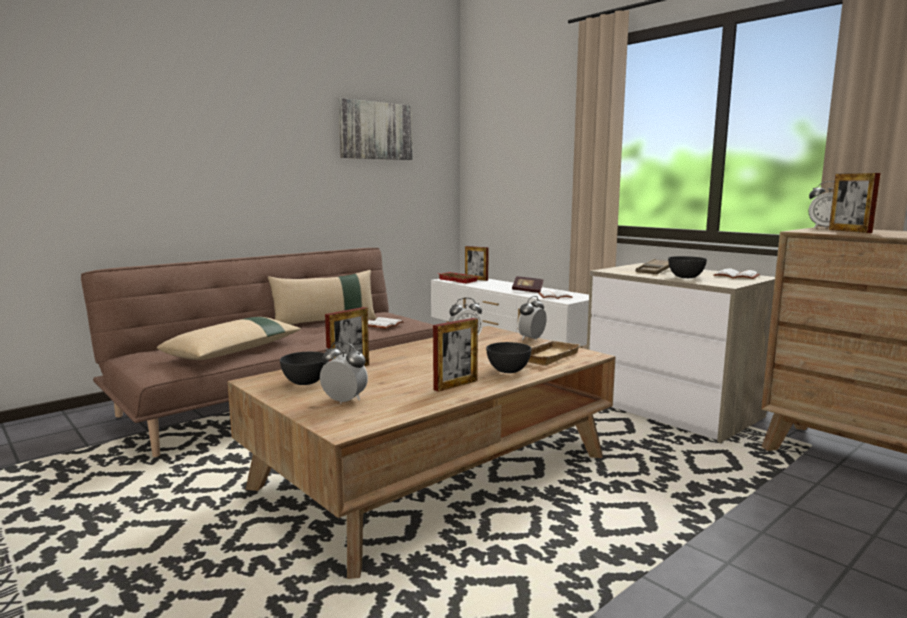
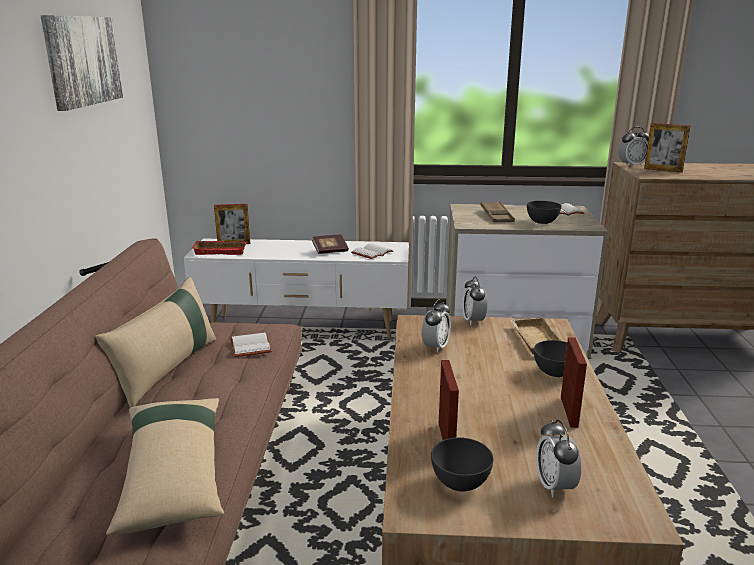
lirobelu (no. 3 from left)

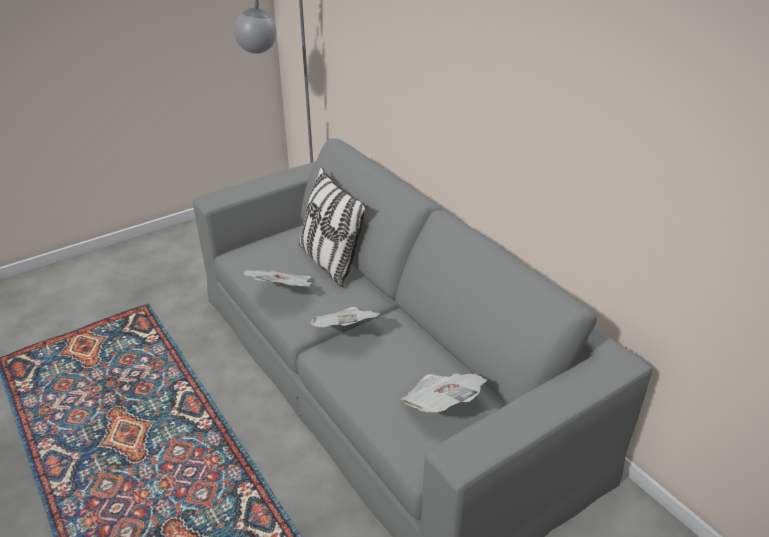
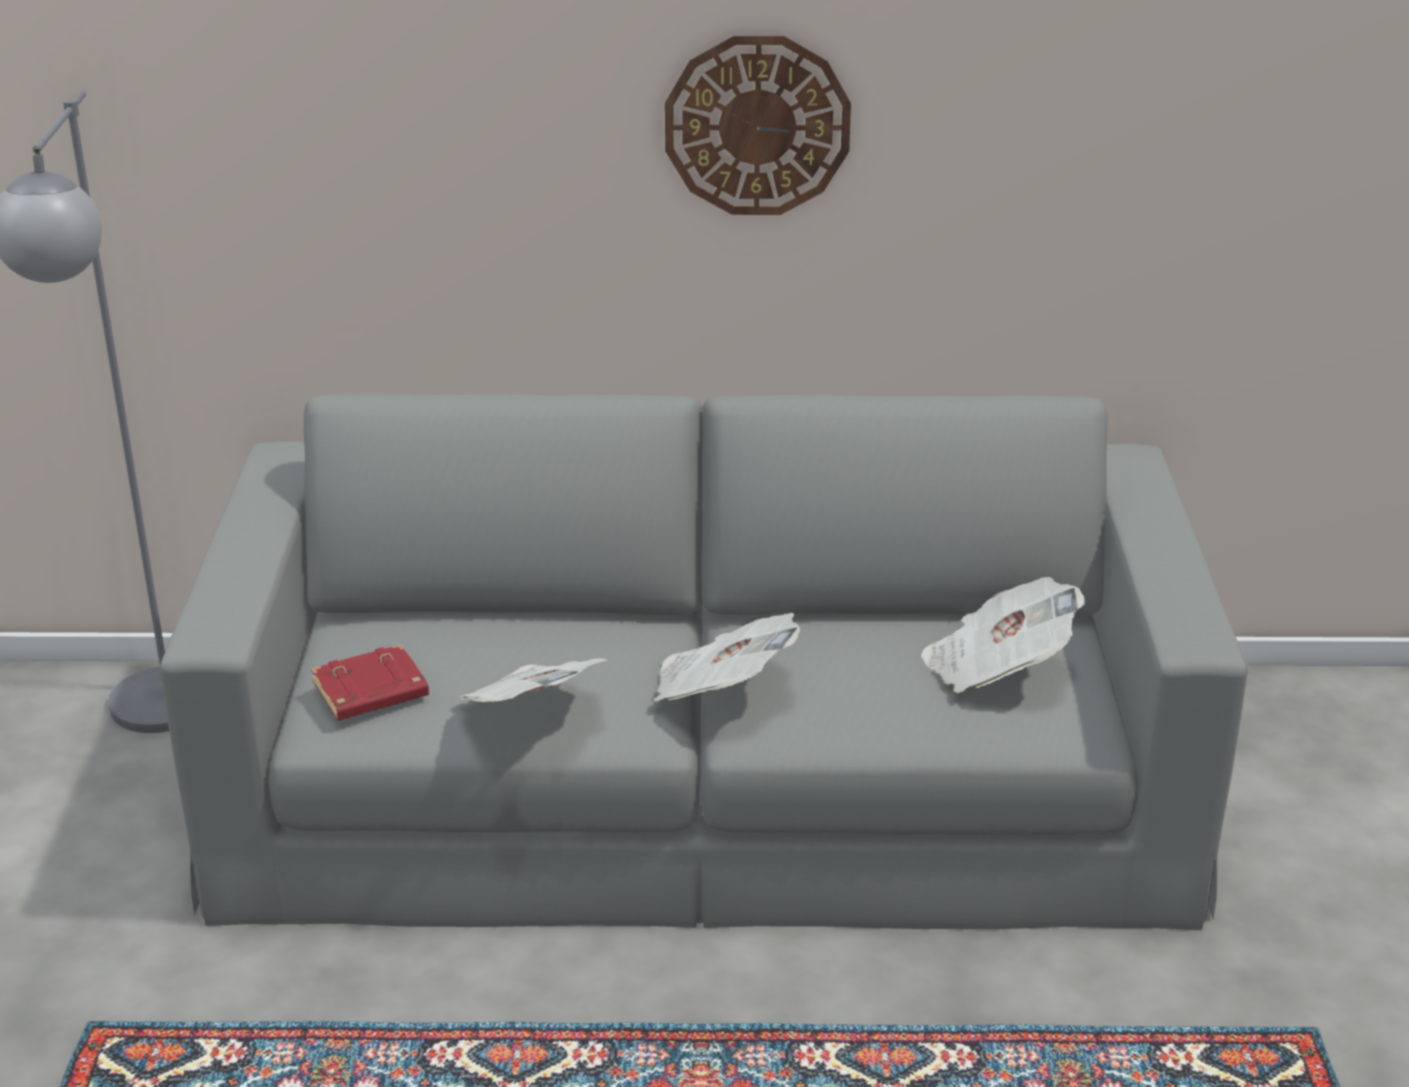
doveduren
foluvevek
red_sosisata

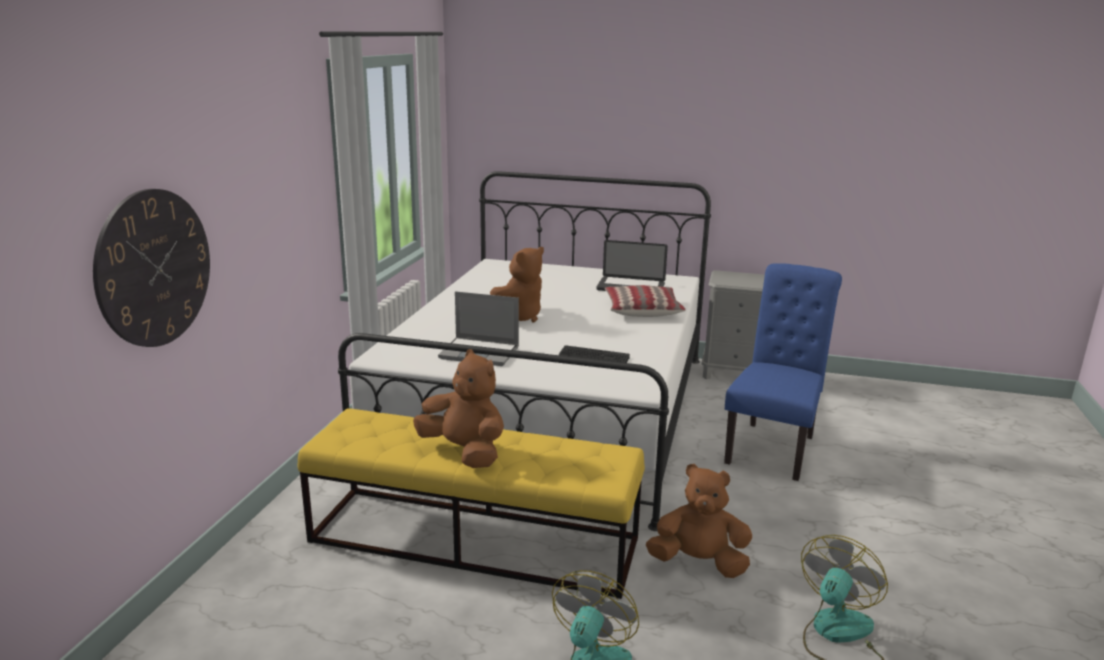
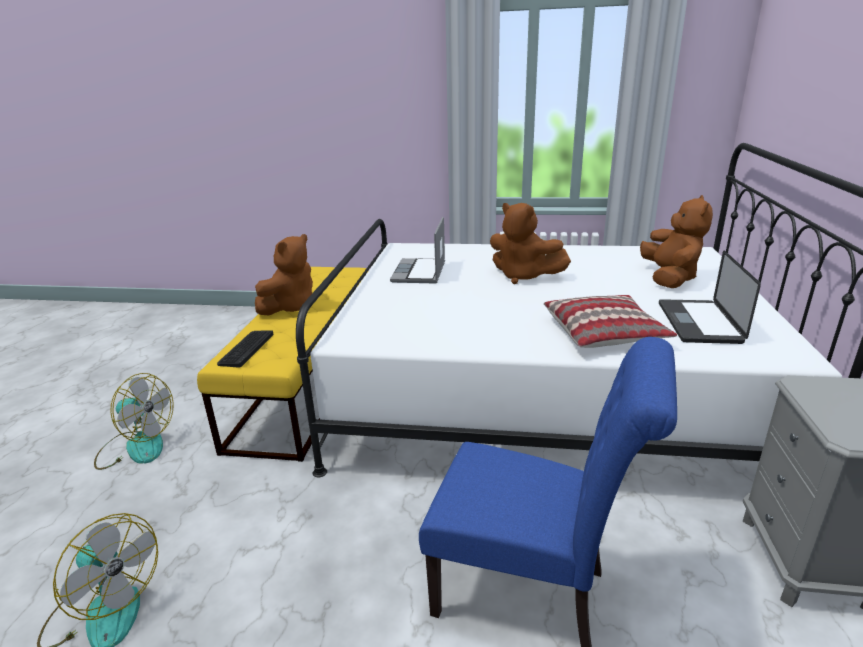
foluvevek
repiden
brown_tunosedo (no. 3 from left)

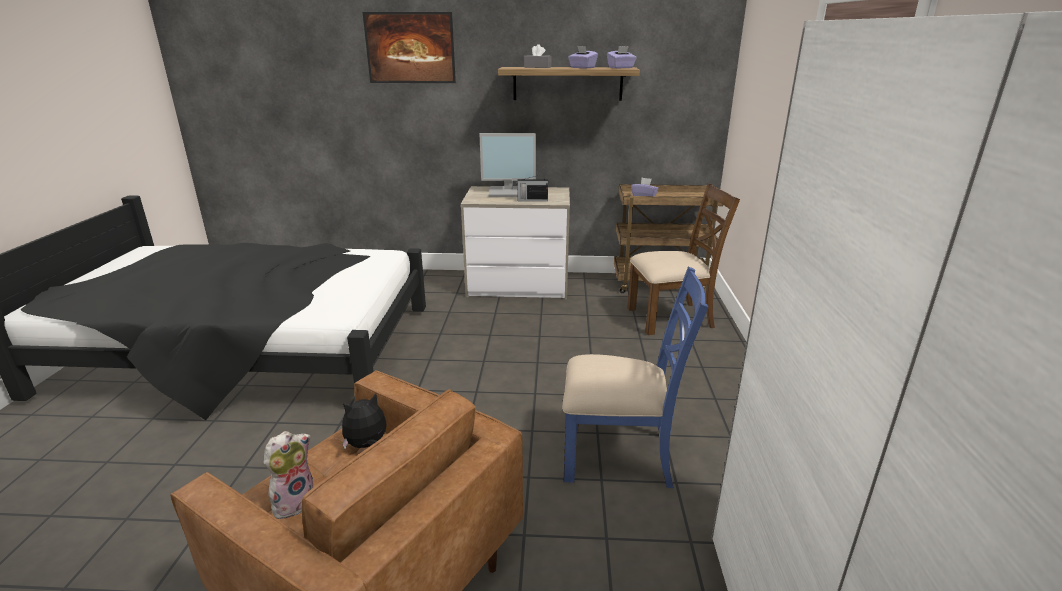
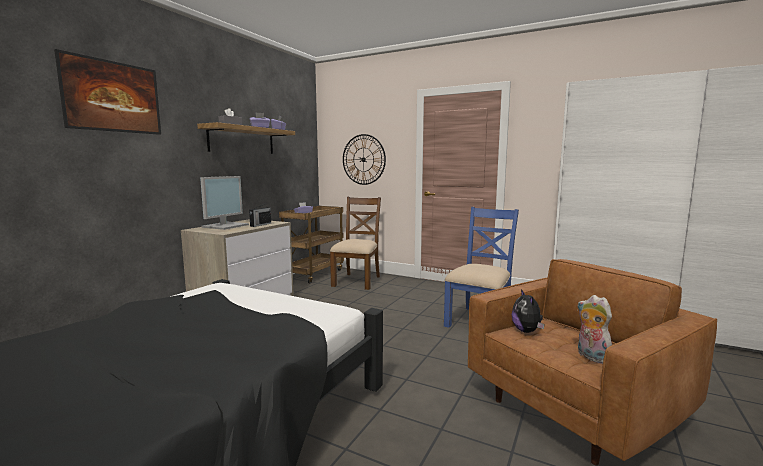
foluvevek

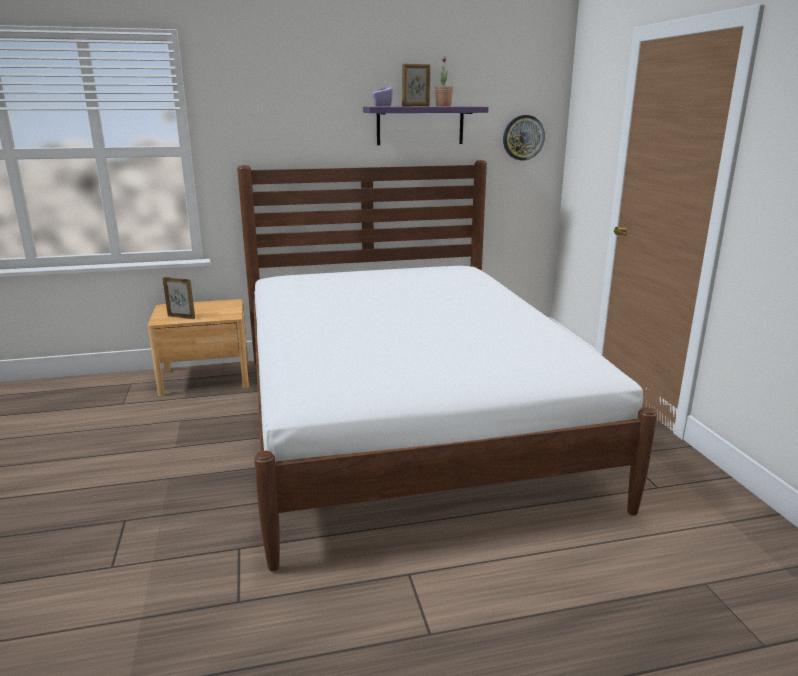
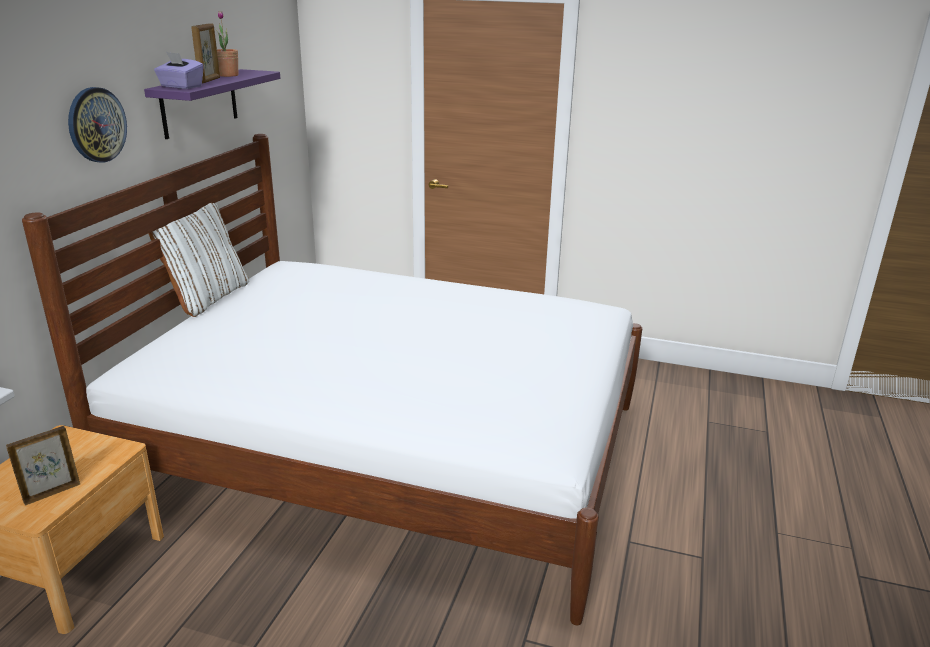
foluvevek
white_doveduren

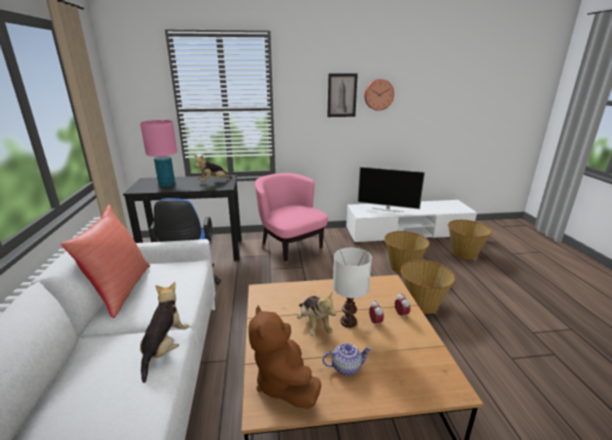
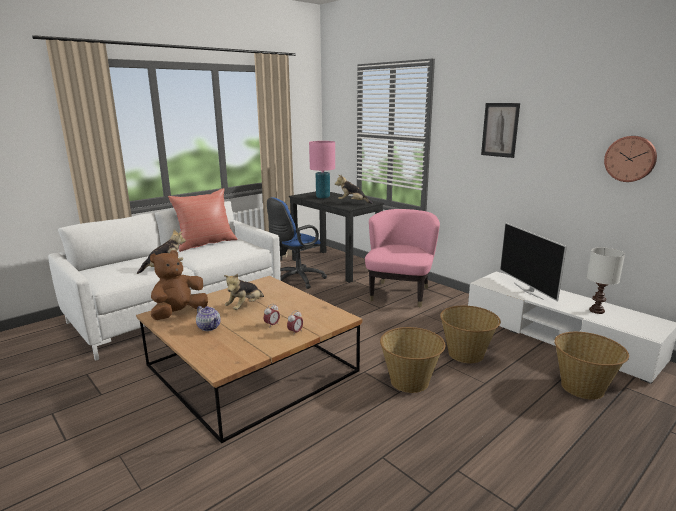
foluvevek
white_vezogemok

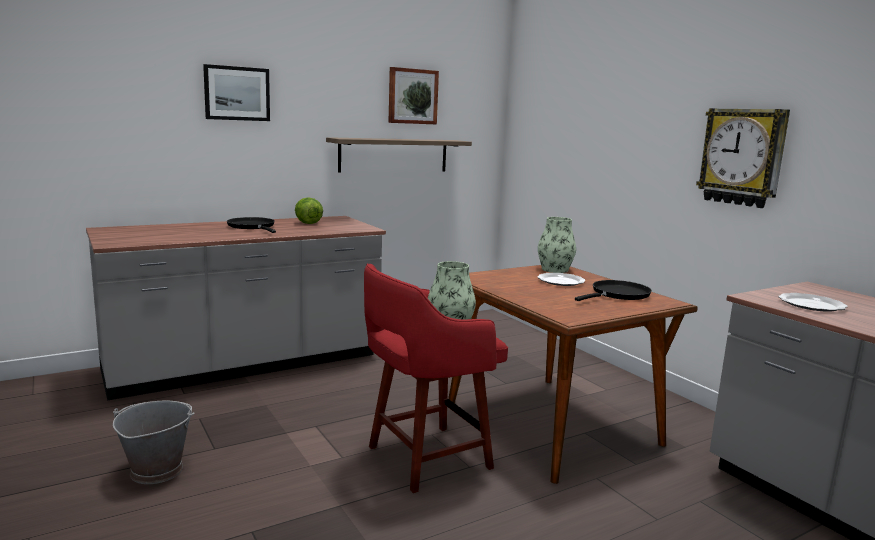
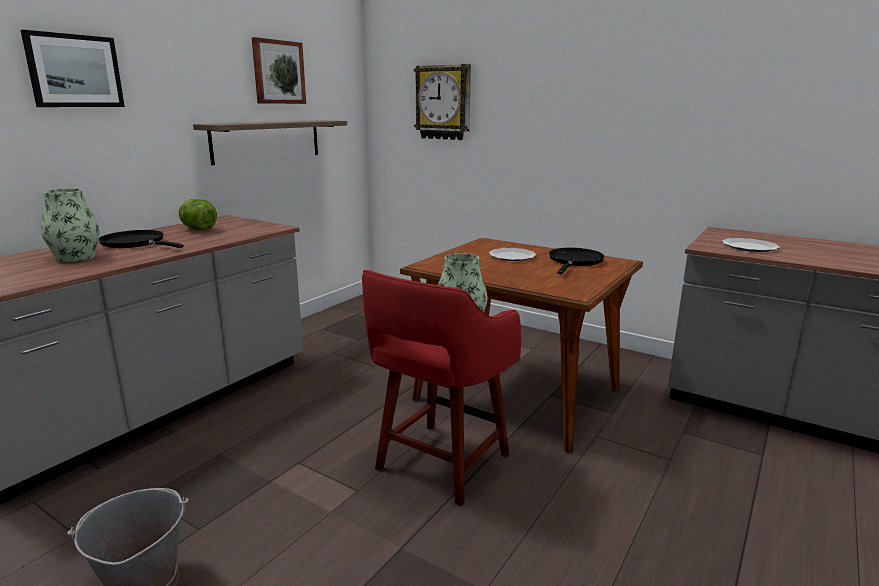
foluvevek
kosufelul (no. 1 from left)

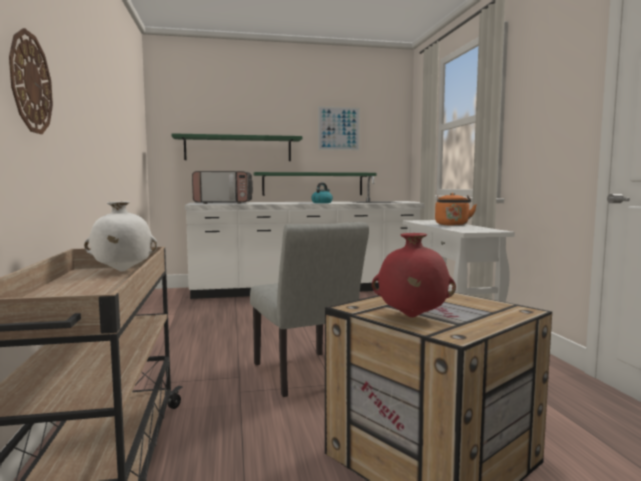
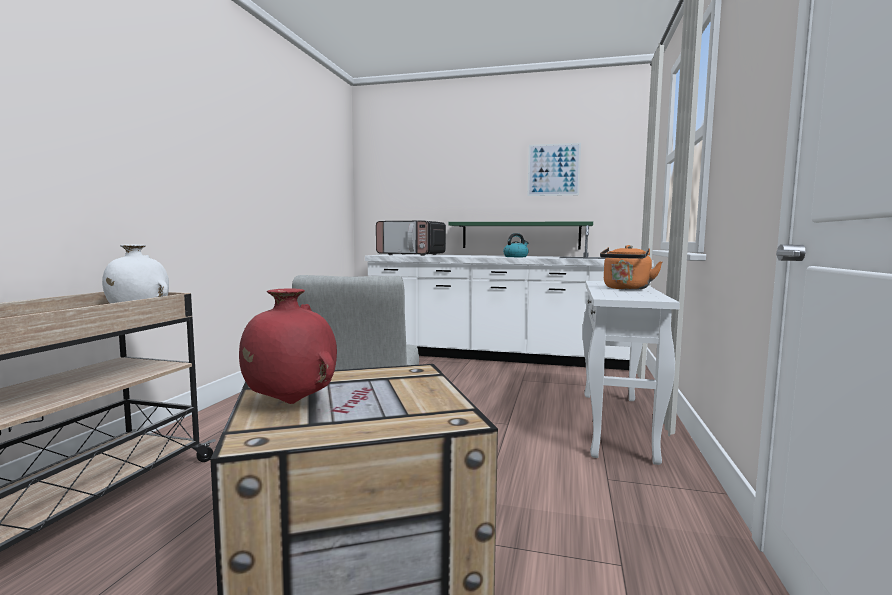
foluvevek
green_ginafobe (no. 1 from left in the first image)

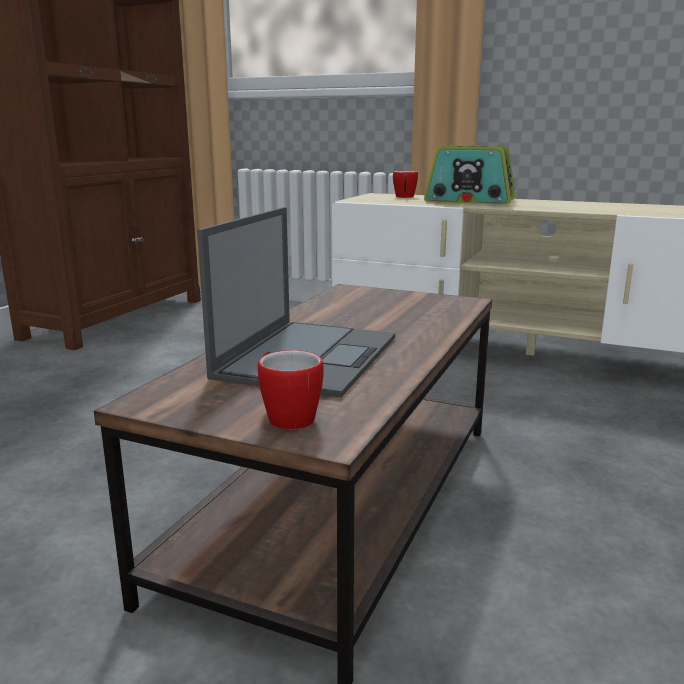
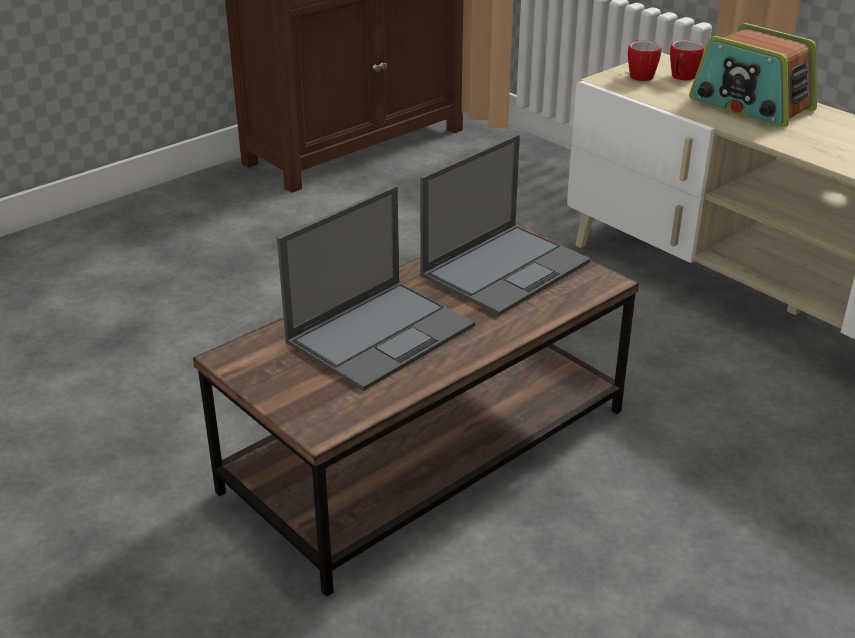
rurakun (no. 1 from left)
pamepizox (no. 2 from left)

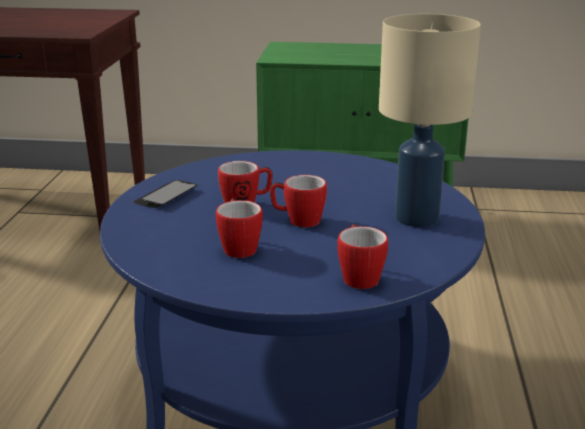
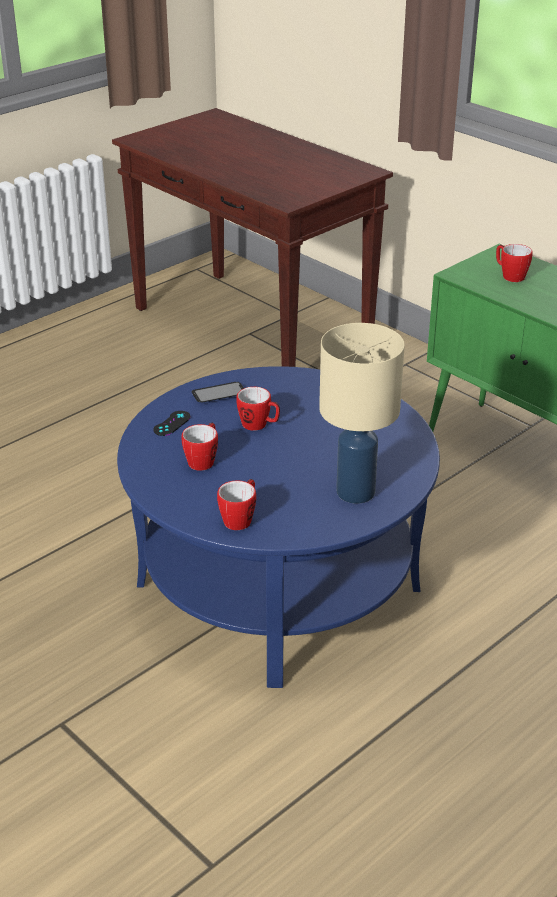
rurakun (no. 4 from left)
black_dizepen

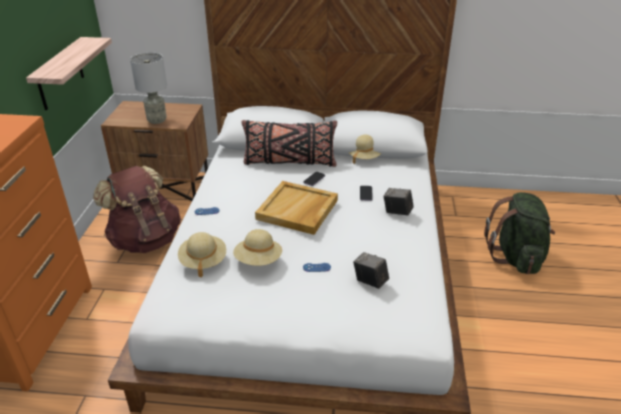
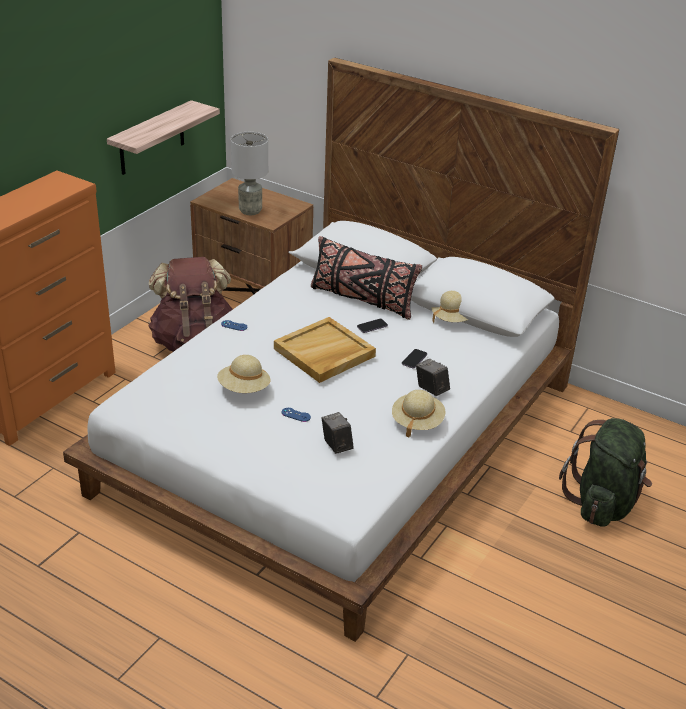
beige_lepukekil (no. 2 from left)

